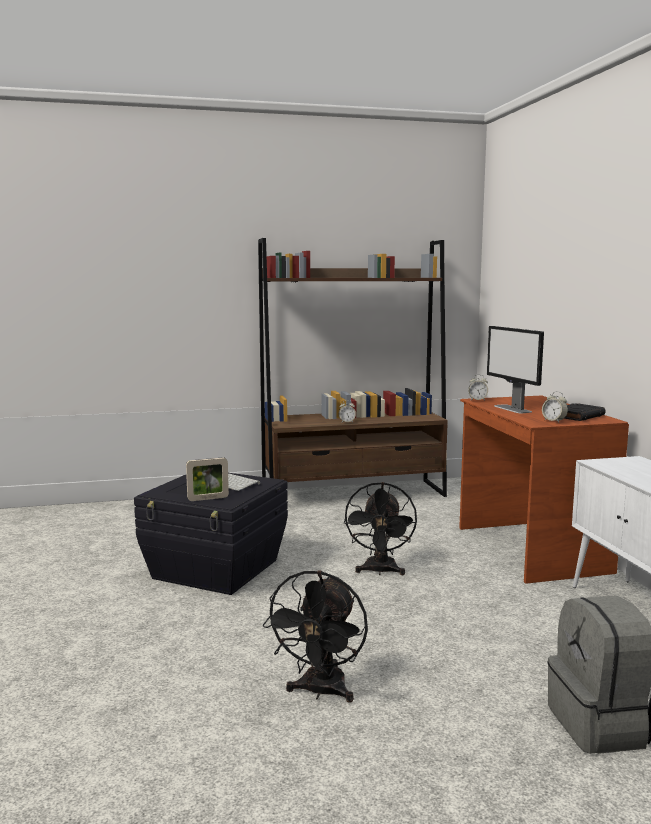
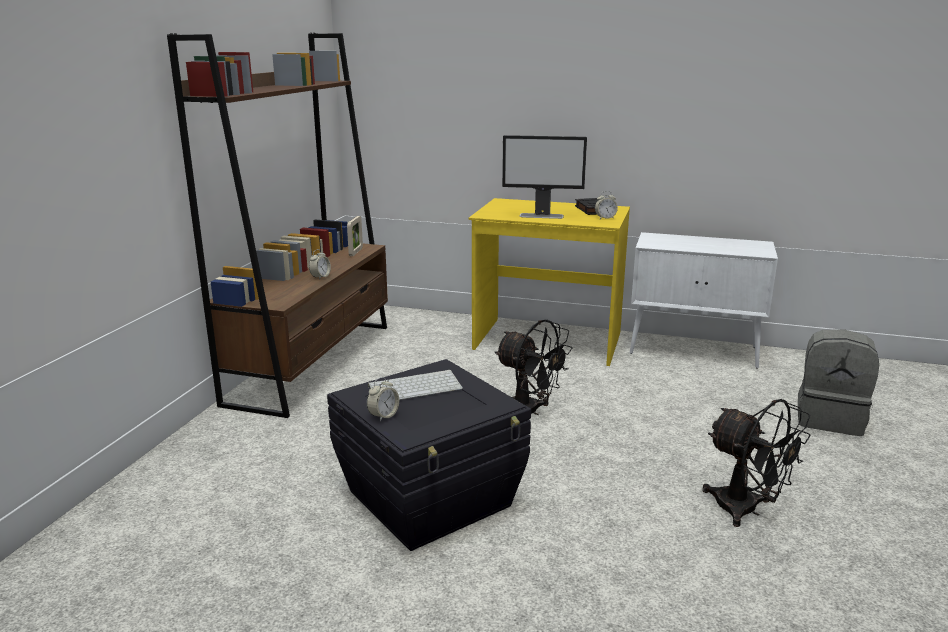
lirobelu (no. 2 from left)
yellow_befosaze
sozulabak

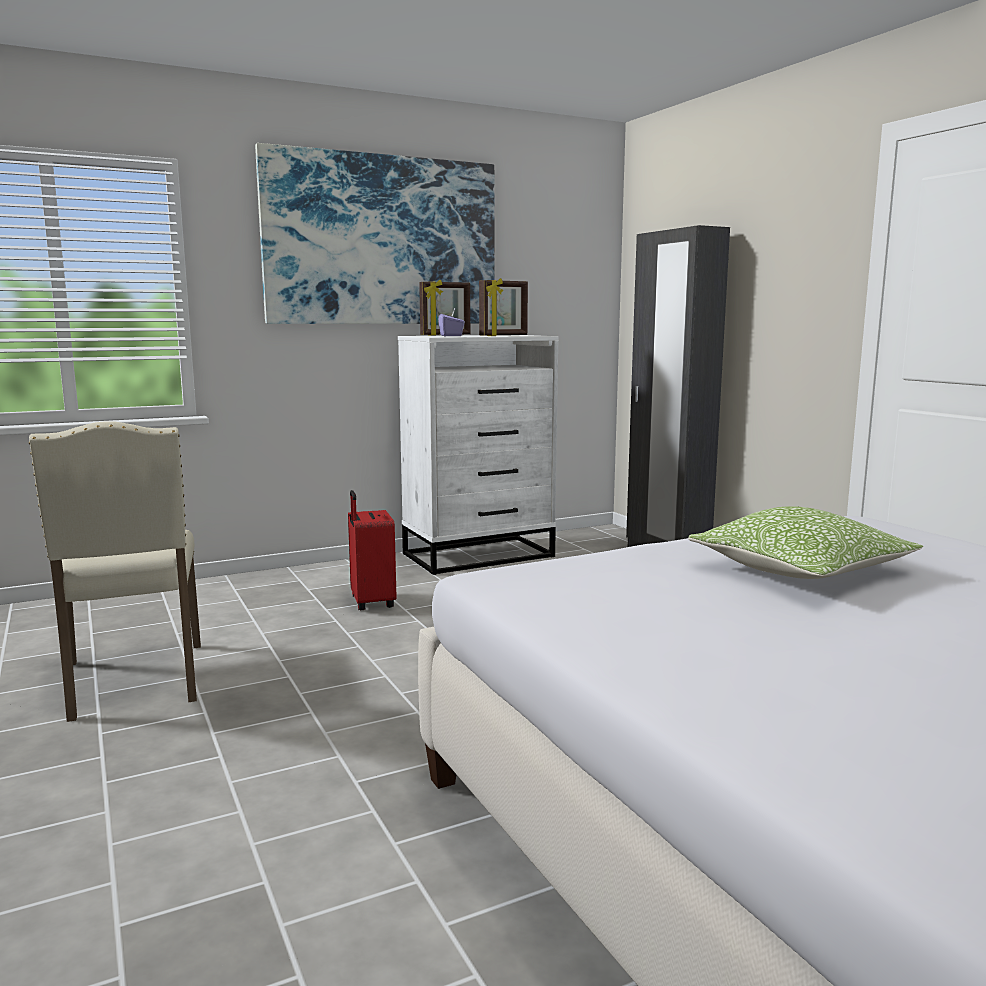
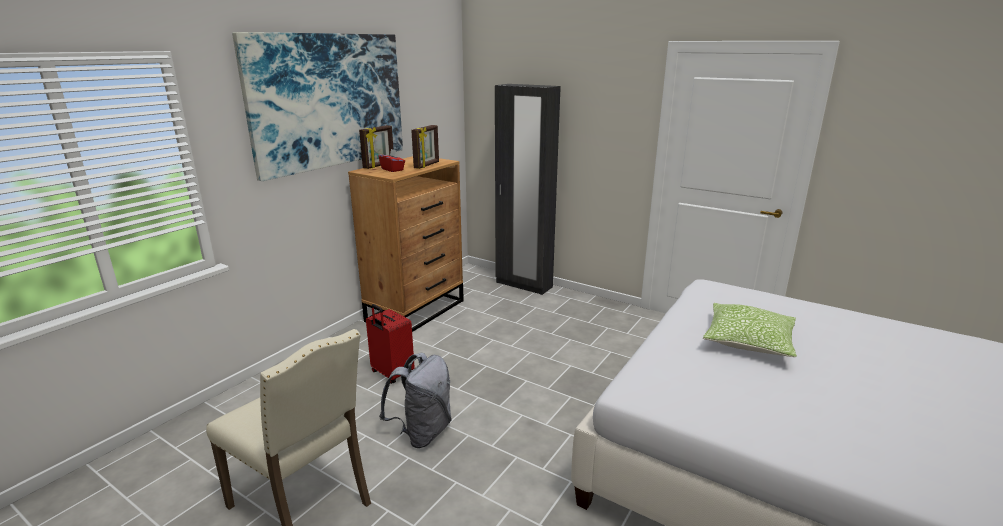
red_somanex
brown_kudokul
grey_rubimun

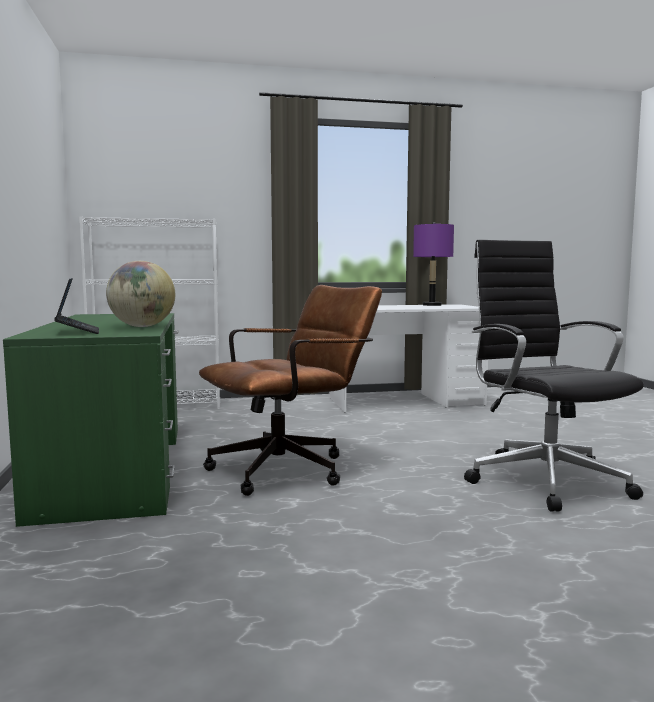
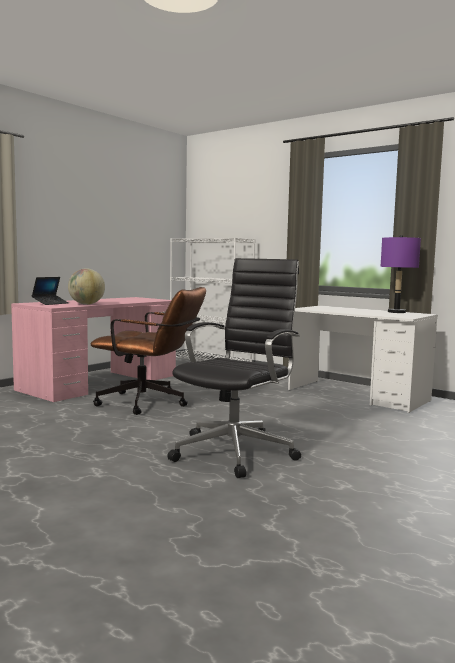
pink_befosaze

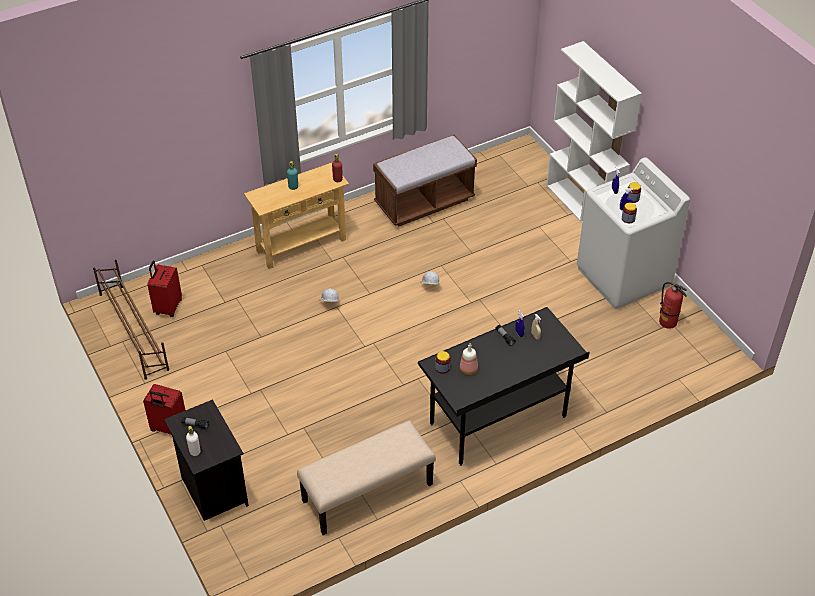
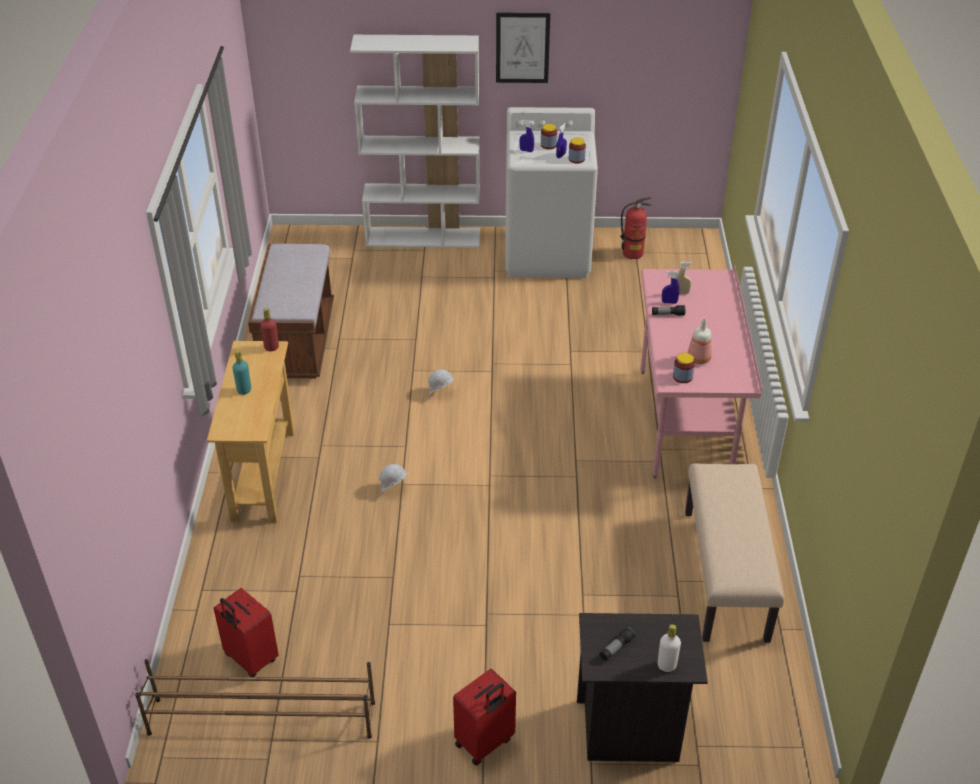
pink_befosaze
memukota

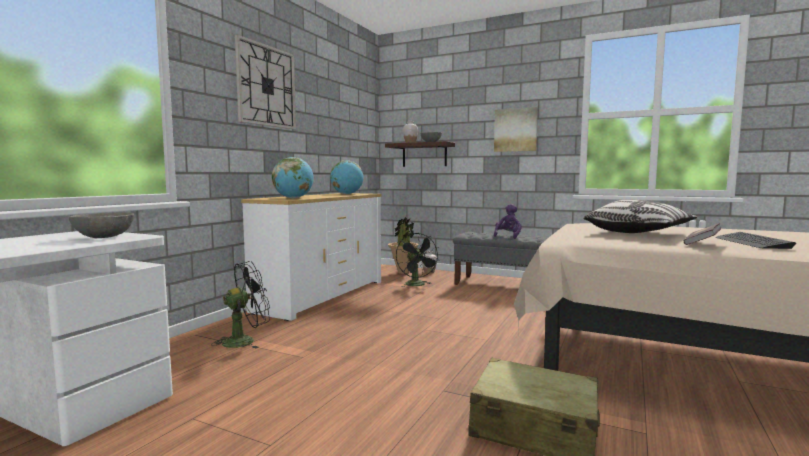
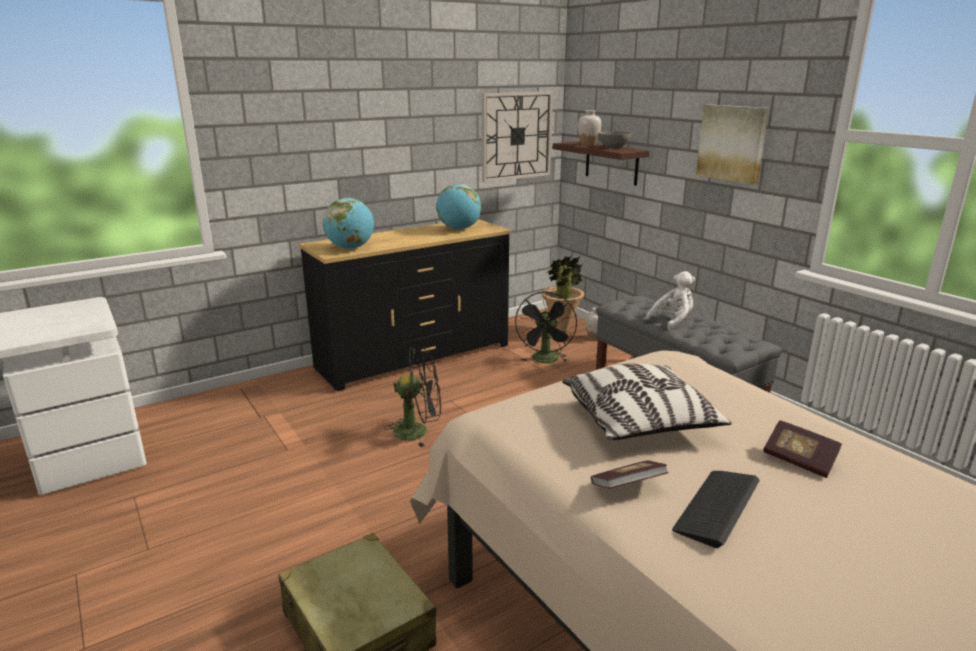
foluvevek
black_kudokul
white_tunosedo
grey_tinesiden (no. 1 from left in the first image)
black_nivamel (no. 1 from left)
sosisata (no. 2 from left)

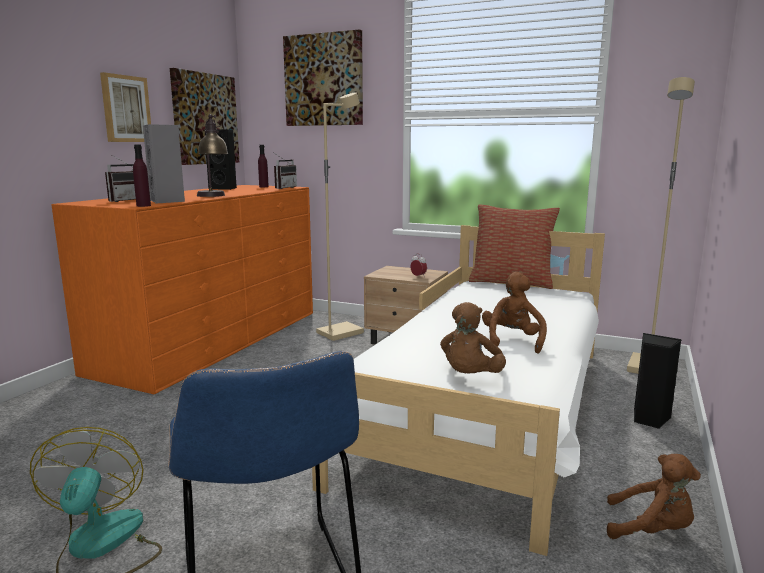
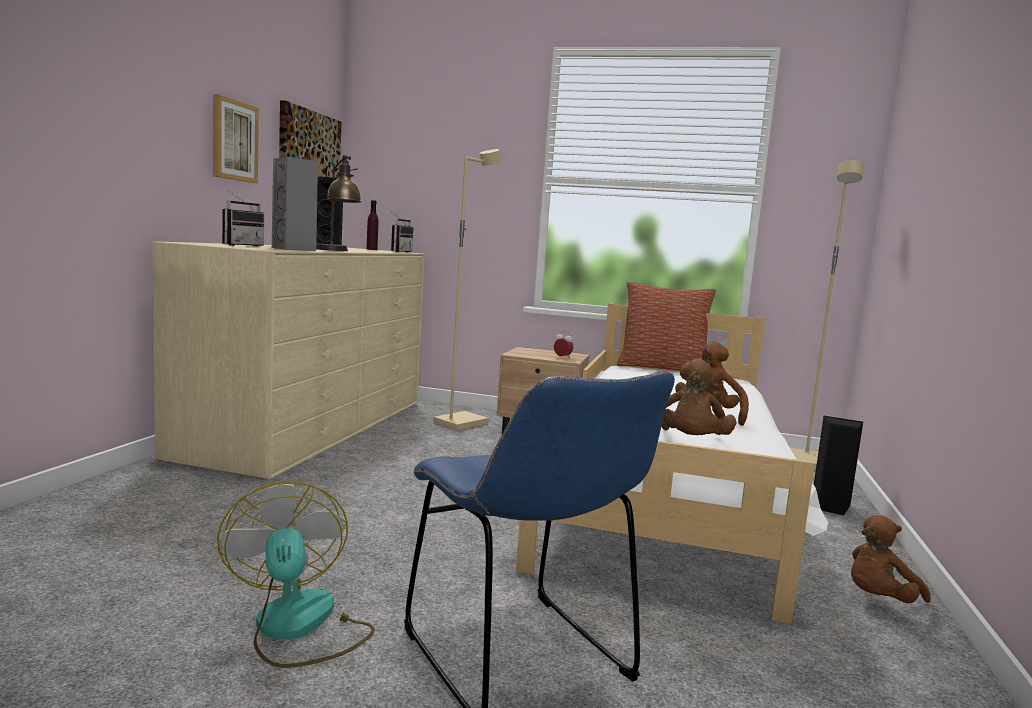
memukota (no. 3 from left in the first image)
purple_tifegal (no. 1 from left in the first image)
beige_kudokul
brown_tunosedo (no. 3 from left)

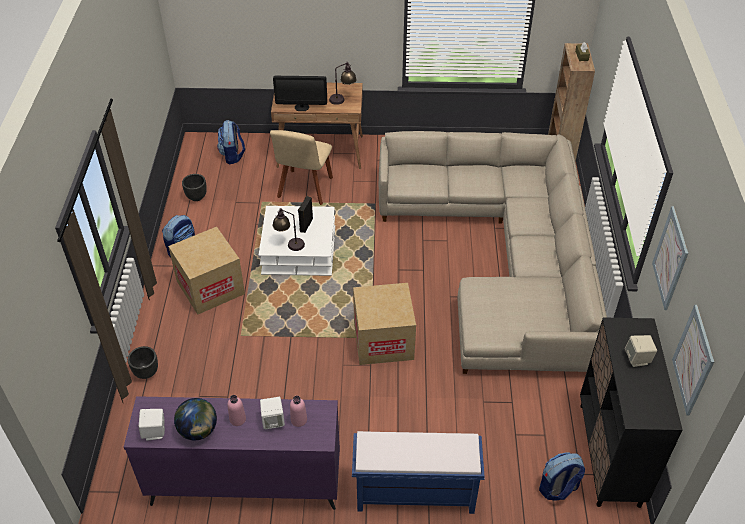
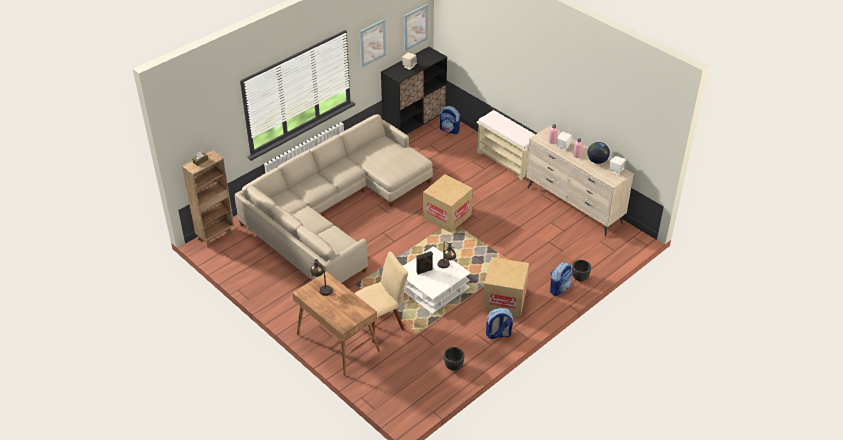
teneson
rubimun (no. 3 from left)
beige_kudokul
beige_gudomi

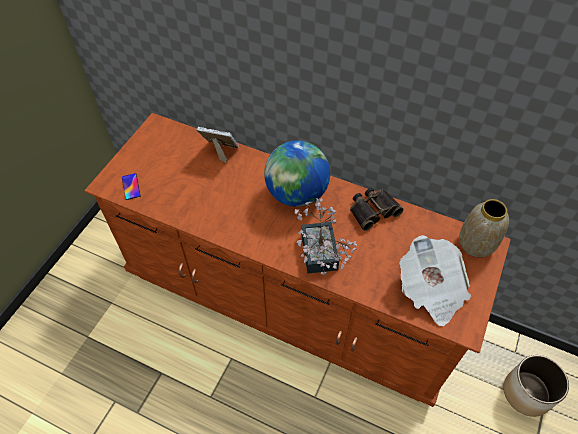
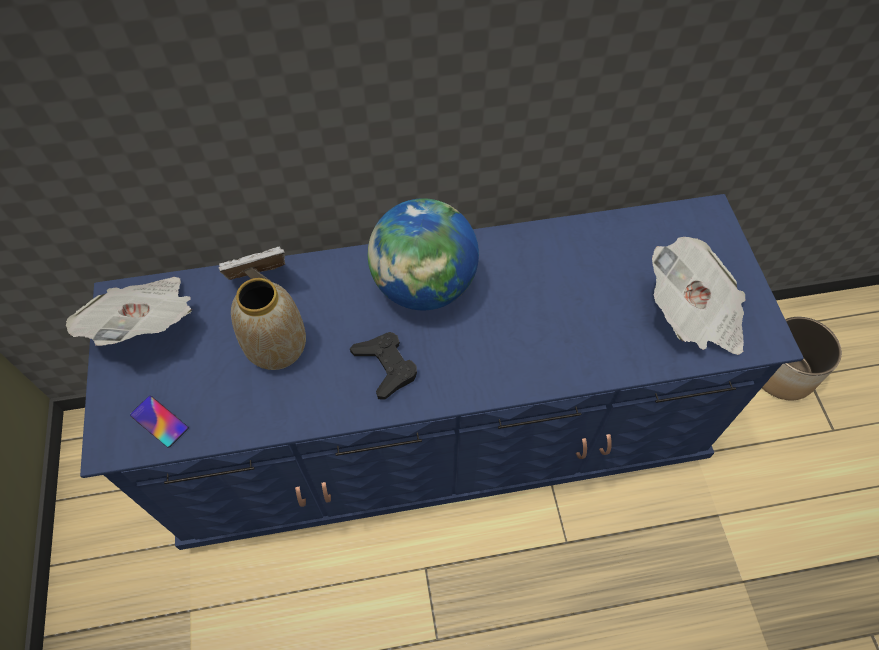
blue_kudokul
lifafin
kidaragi
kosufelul
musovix (no. 1 from left)
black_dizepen

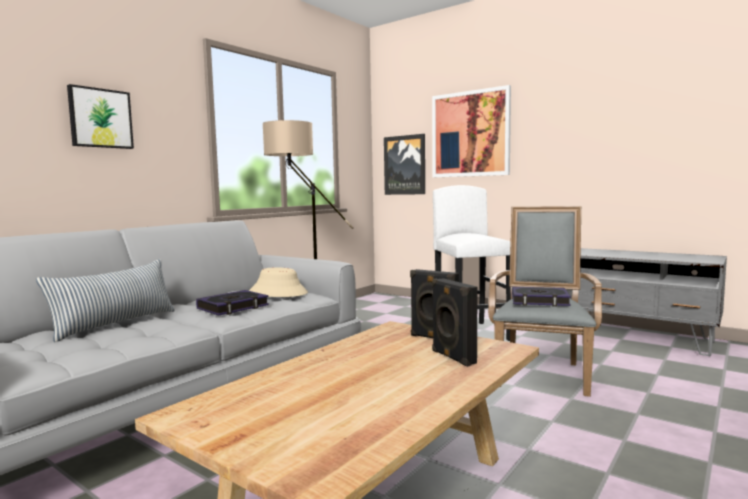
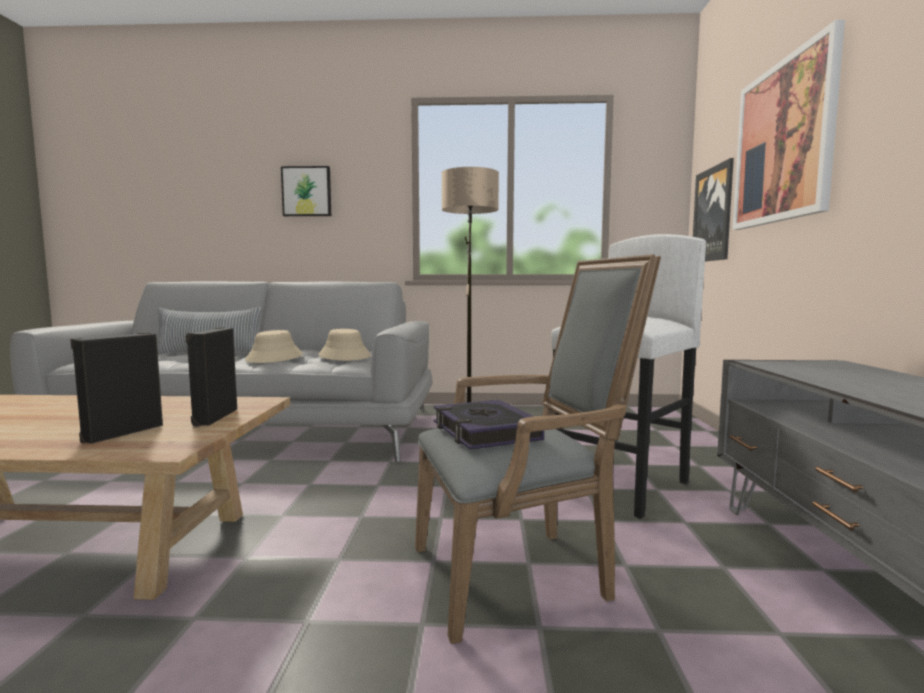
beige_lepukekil (no. 1 from left)

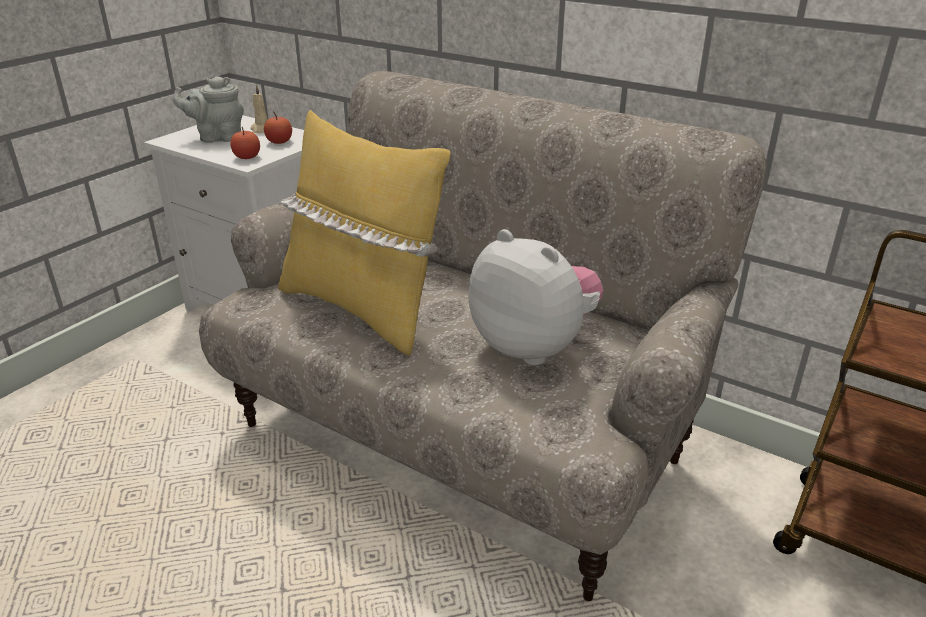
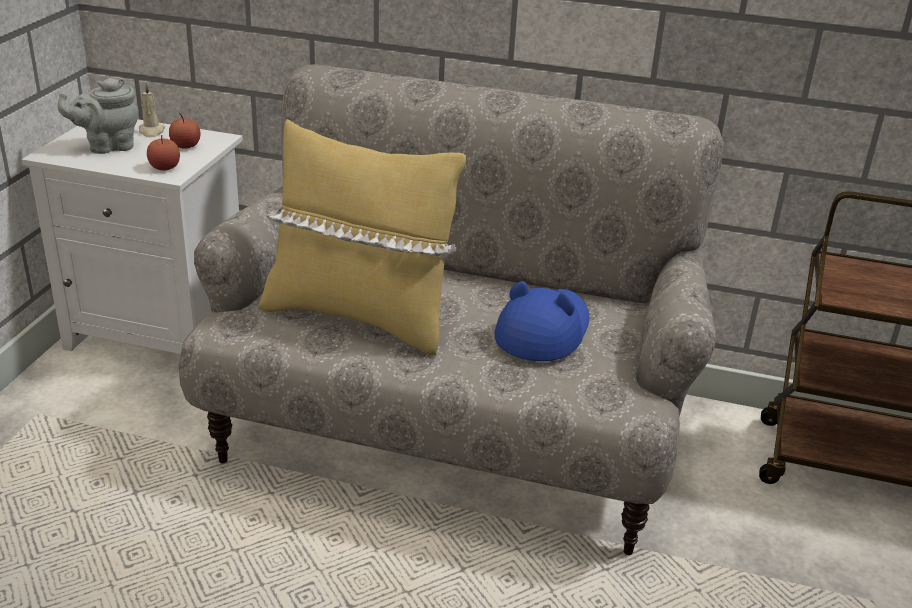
blue_lepukekil

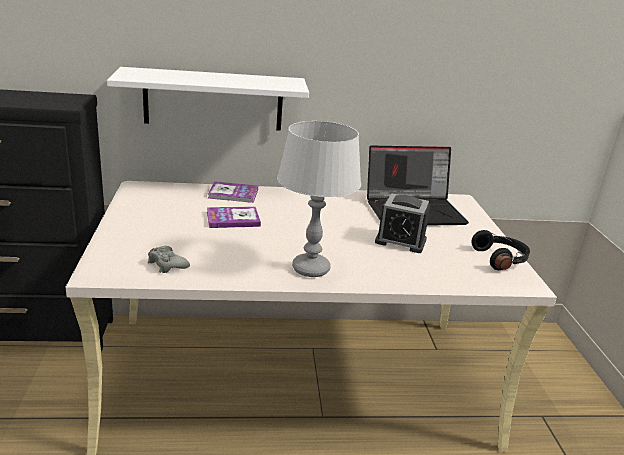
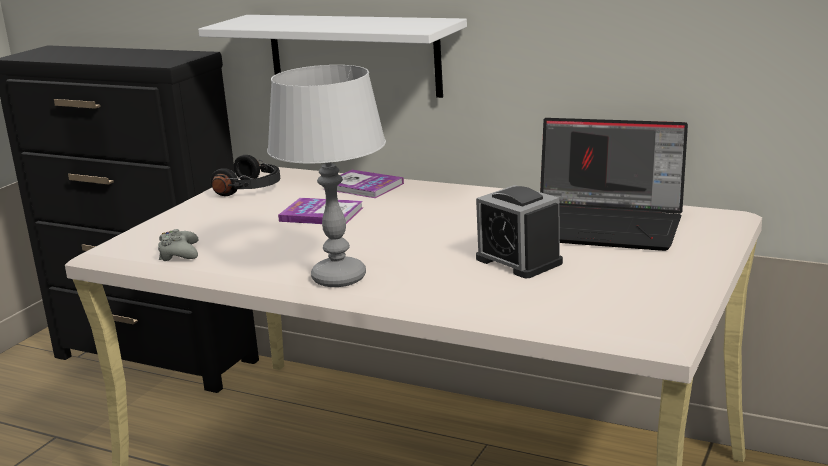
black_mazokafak

